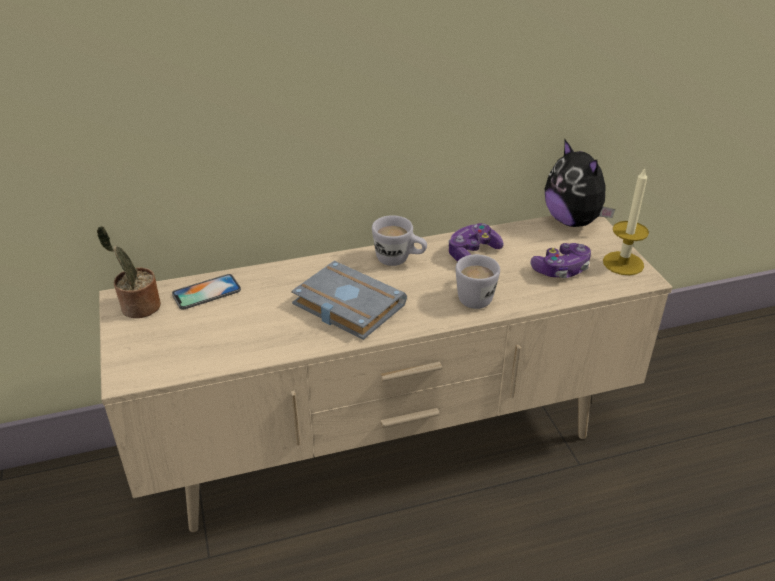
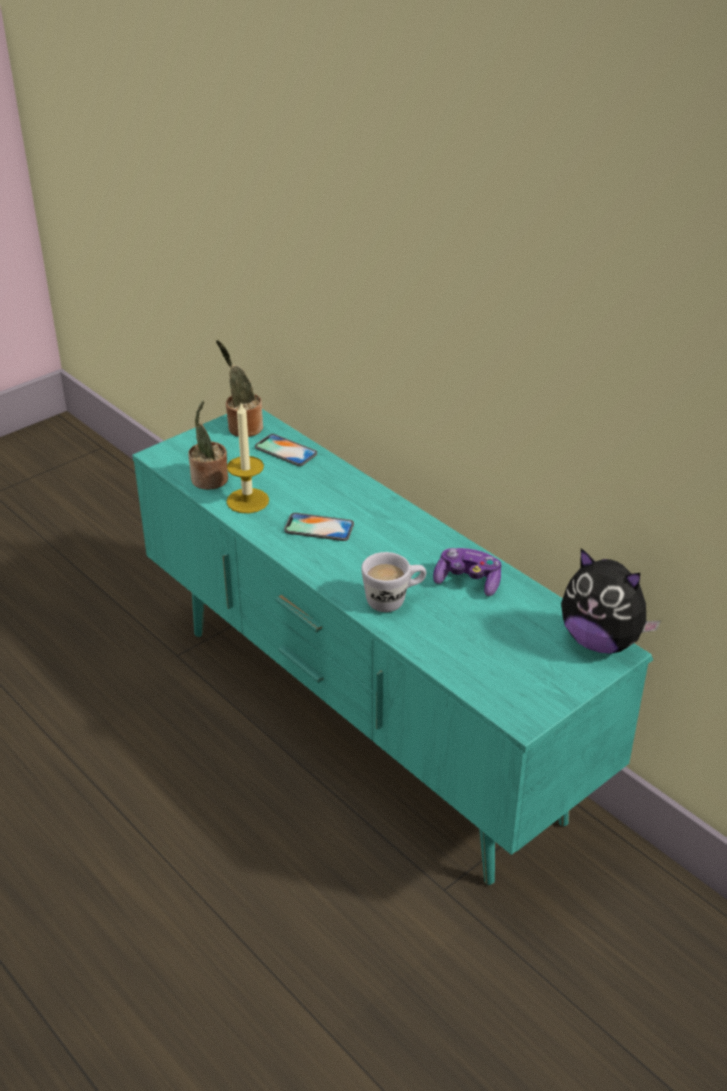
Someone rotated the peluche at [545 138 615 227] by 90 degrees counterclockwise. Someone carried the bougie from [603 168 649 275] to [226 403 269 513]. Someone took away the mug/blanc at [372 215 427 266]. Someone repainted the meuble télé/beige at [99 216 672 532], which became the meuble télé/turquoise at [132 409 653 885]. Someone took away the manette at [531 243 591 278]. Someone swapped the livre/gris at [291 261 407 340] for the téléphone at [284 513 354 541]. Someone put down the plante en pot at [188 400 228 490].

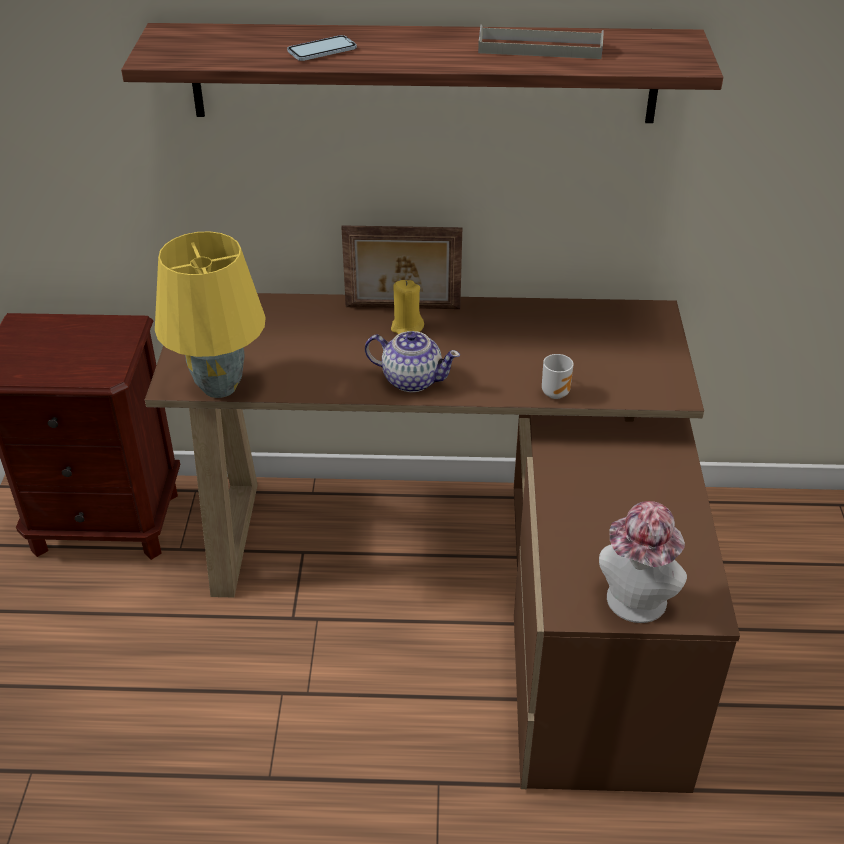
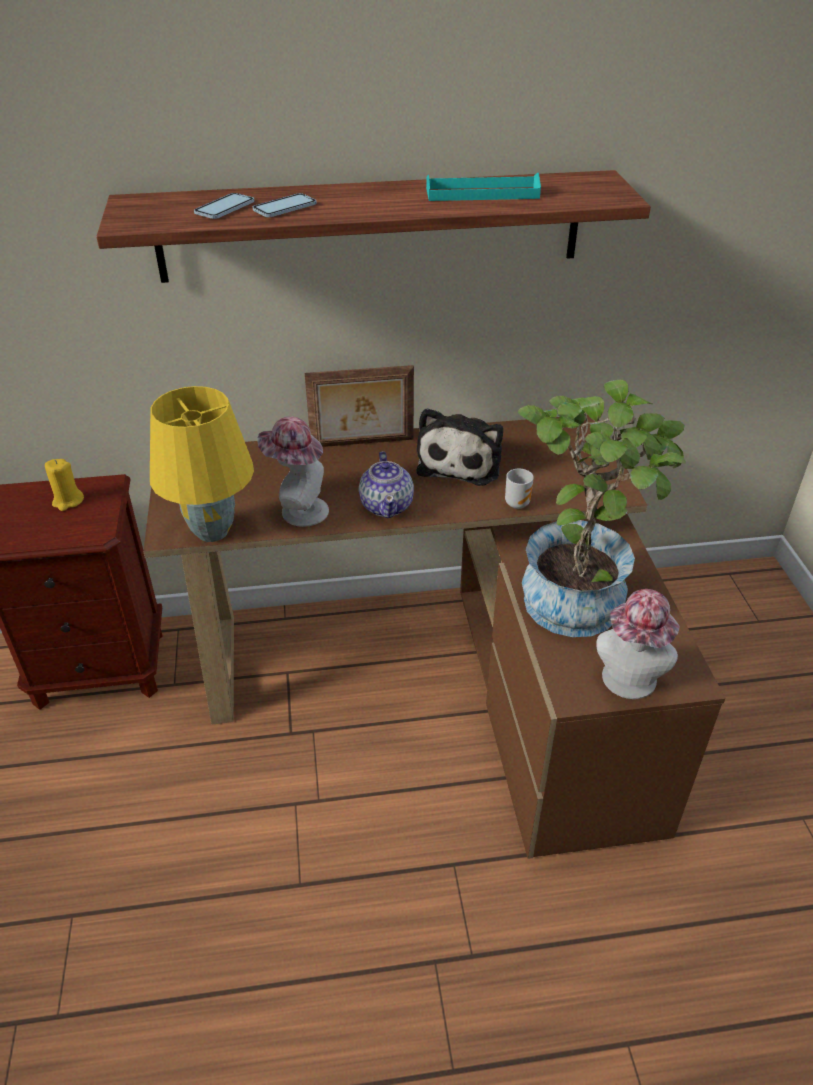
Someone repainted the plateau/gris at [478 25 604 59], which became the plateau/turquoise at [426 173 541 201]. Someone carried the bougie/jaune from [391 280 424 334] to [45 459 84 511]. Someone rotated the théière at [365 331 460 392] by 75 degrees clockwise. Someone put down the téléphone at [194 193 254 219]. Someone put down the plante en pot at [518 380 686 637]. Someone put down the peluche at [417 408 503 486]. Someone put down the chapeau at [257 416 329 527].

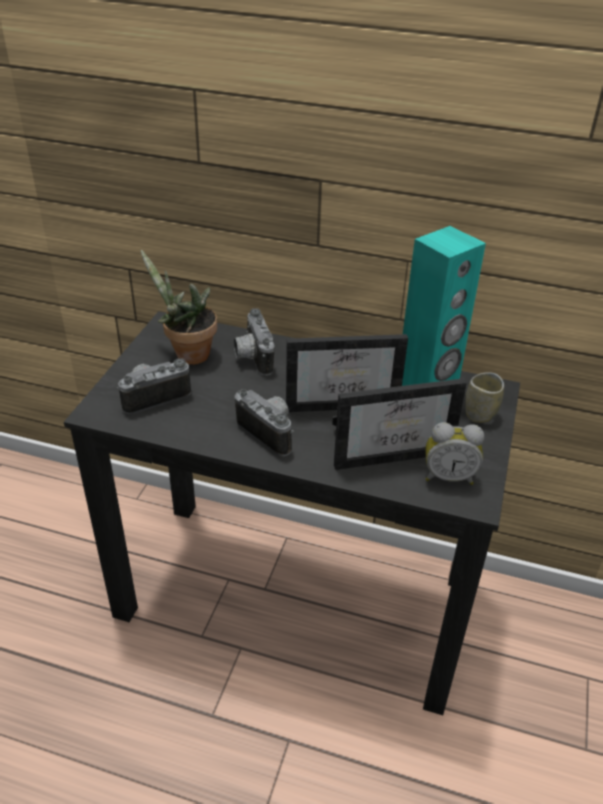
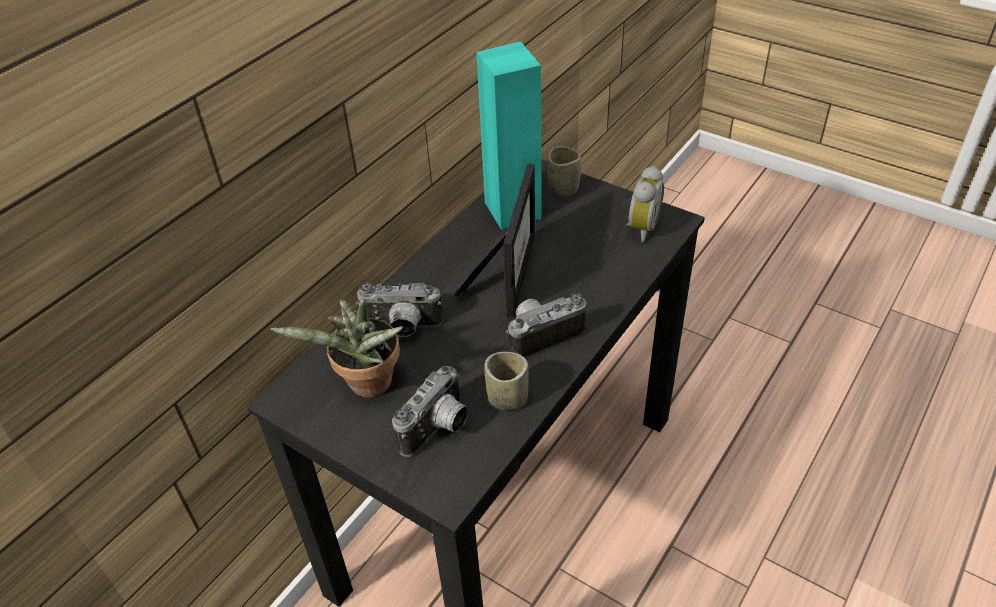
Someone rotated the appareil photo at [117 358 191 414] by 135 degrees counterclockwise. Someone took away the cadre photo at [332 378 467 470]. Someone put down the tasse at [484 352 529 410].

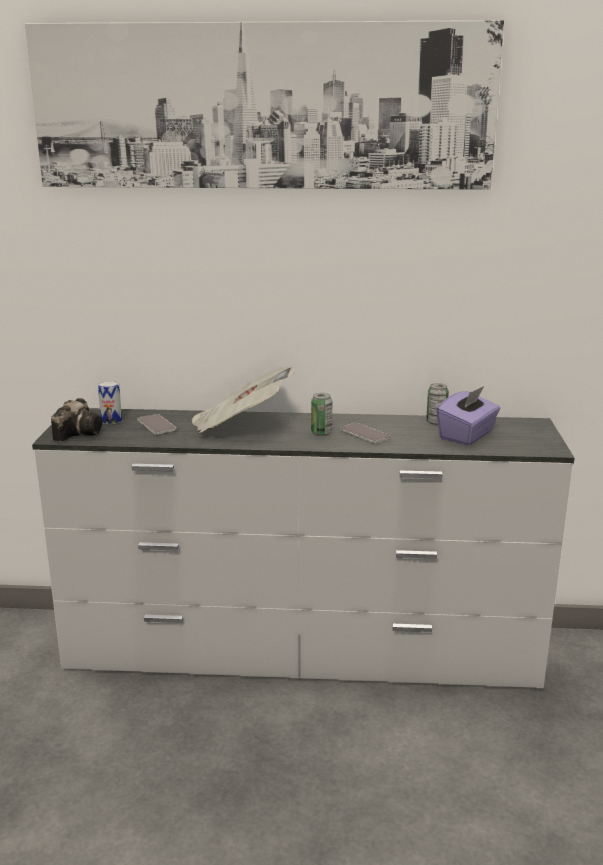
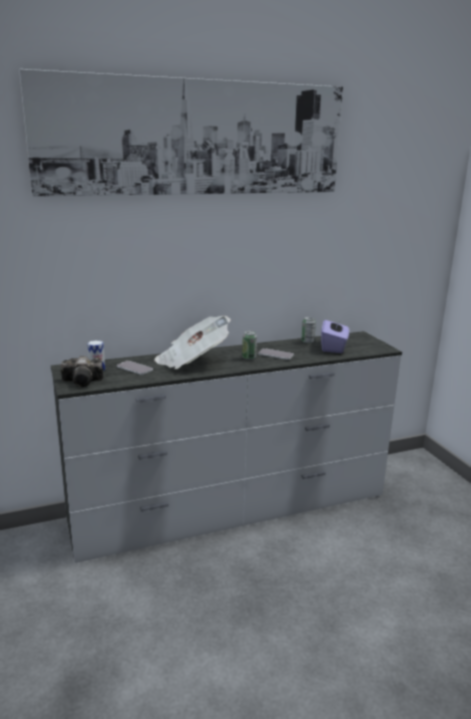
Someone rotated the appareil photo at [51 398 102 442] by 90 degrees clockwise.

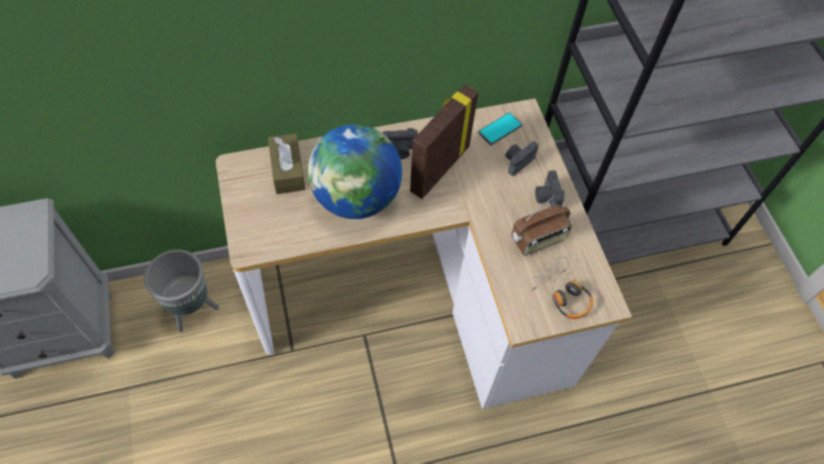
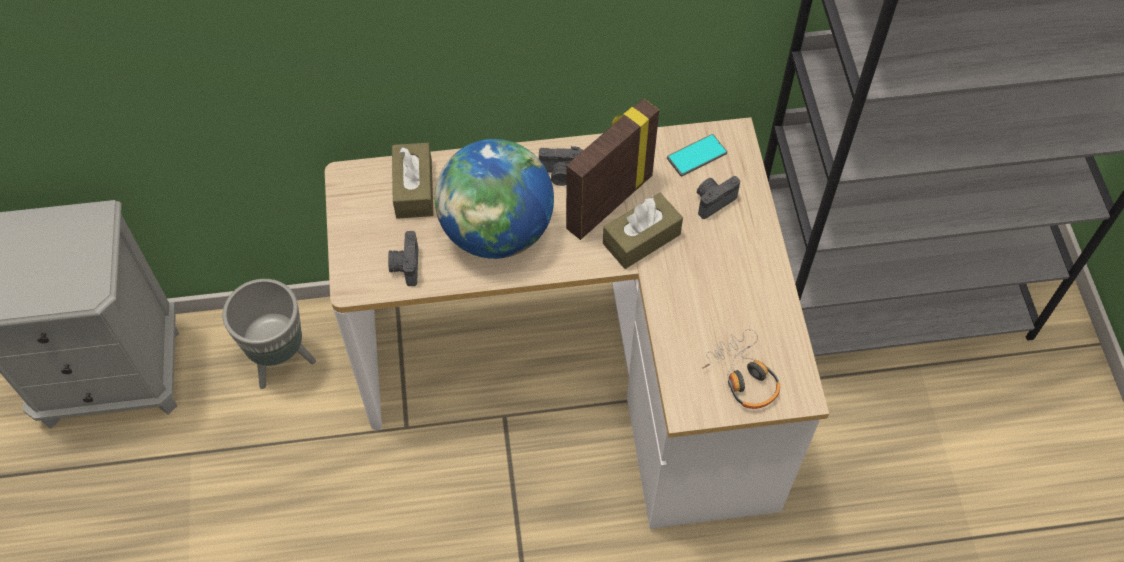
Someone carried the appareil photo from [535 170 565 207] to [388 231 418 286]. Someone took away the radio at [511 196 572 256]. Someone put down the boîte à mouchoirs/marron at [603 193 683 269].

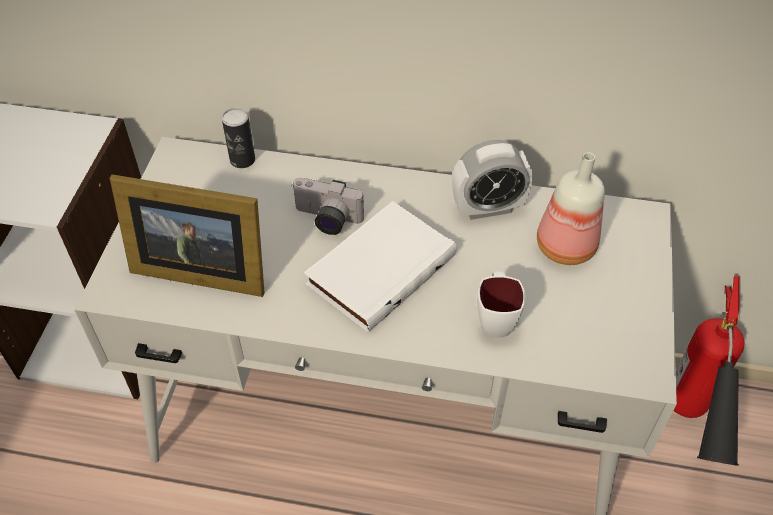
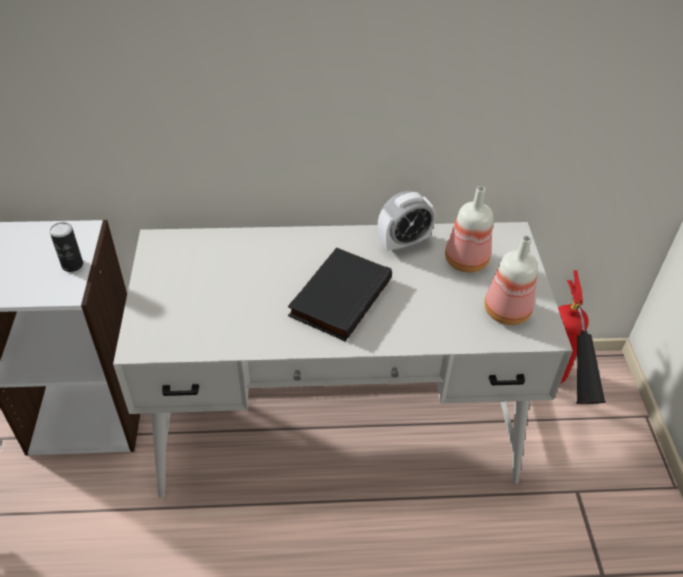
Someone carried the boîte métallique from [222 108 255 168] to [50 222 83 272]. Someone took away the cadre photo at [110 174 265 297]. Someone took away the appareil photo at [291 178 364 235]. Someone repainted the livre/blanc at [304 201 457 333], which became the livre/noir at [288 247 392 341]. Someone took away the mug/blanc at [477 271 526 338]. Someone put down the bouteille at [485 236 538 325].

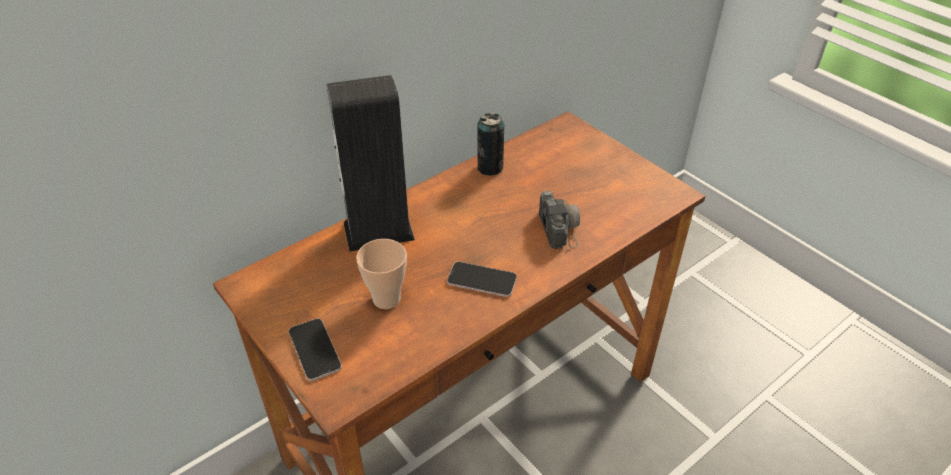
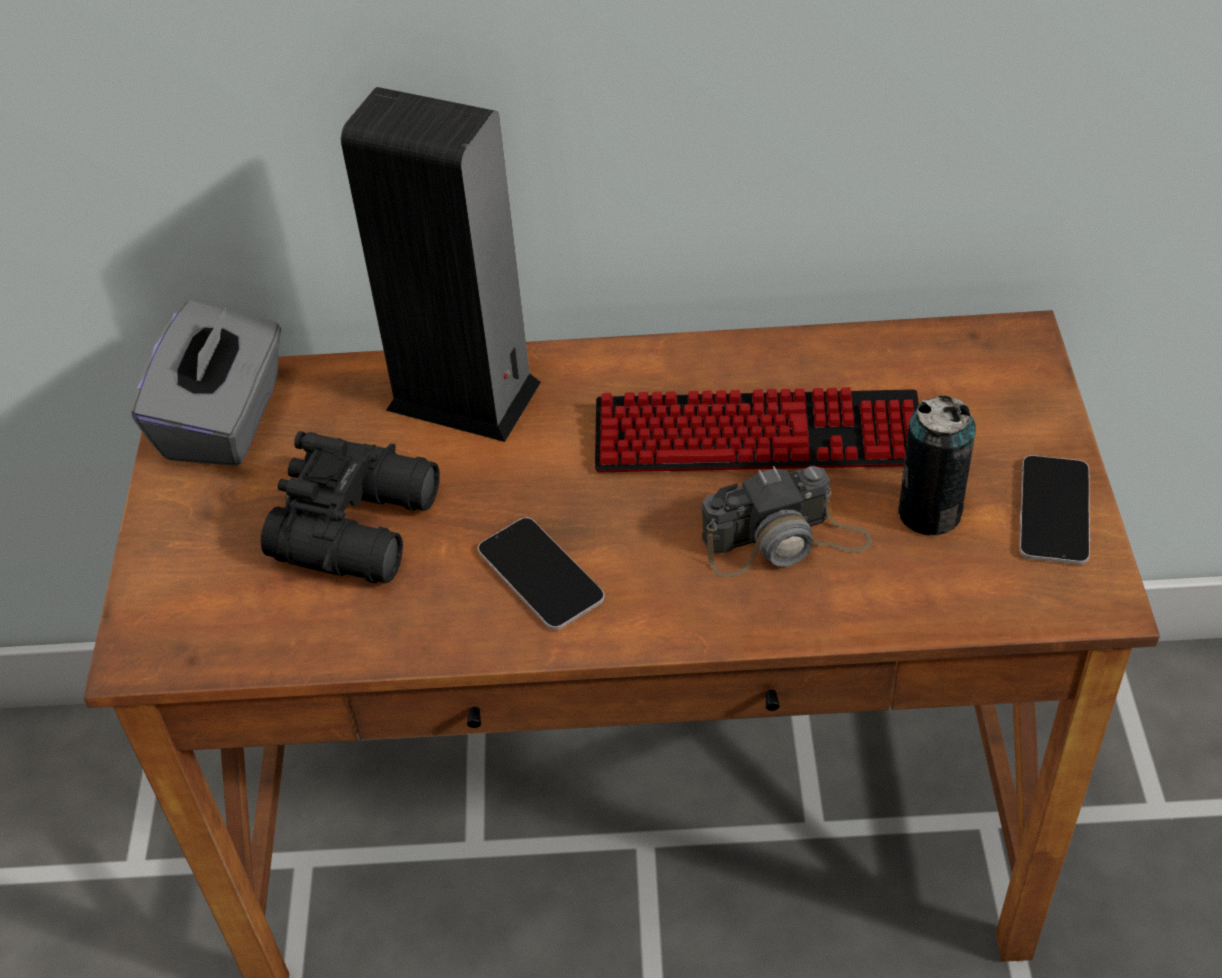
Someone carried the boîte métallique from [477 113 505 176] to [898 395 976 536]. Someone rotated the appareil photo at [538 190 580 249] by 45 degrees clockwise. Someone swapped the tasse at [356 239 407 309] for the jumelles/noir at [261 431 440 583]. Someone carried the téléphone from [289 318 342 381] to [1019 455 1090 565]. Someone put down the boîte à mouchoirs/gris at [132 301 281 466]. Someone put down the clavier at [595 387 919 472].

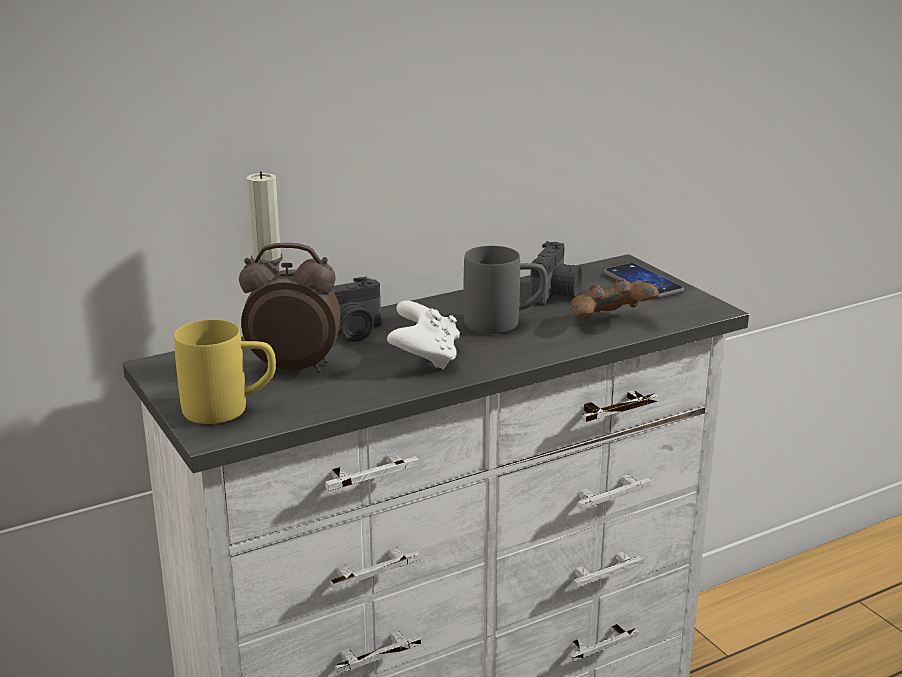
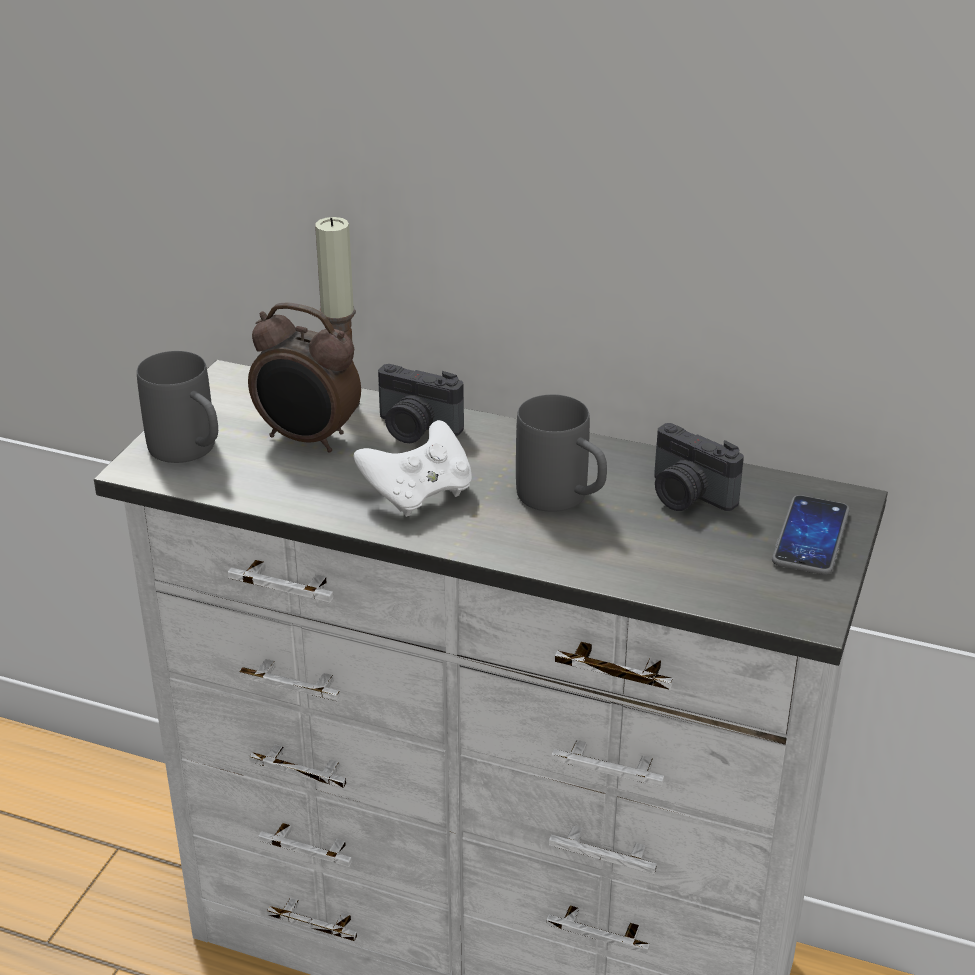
Someone rotated the appareil photo at [530 241 582 305] by 60 degrees clockwise. Someone rotated the réveil at [239 243 341 373] by 150 degrees clockwise. Someone took away the manette/marron at [571 278 659 318]. Someone repainted the mug/jaune at [174 319 276 424], which became the mug/gris at [137 351 218 463].

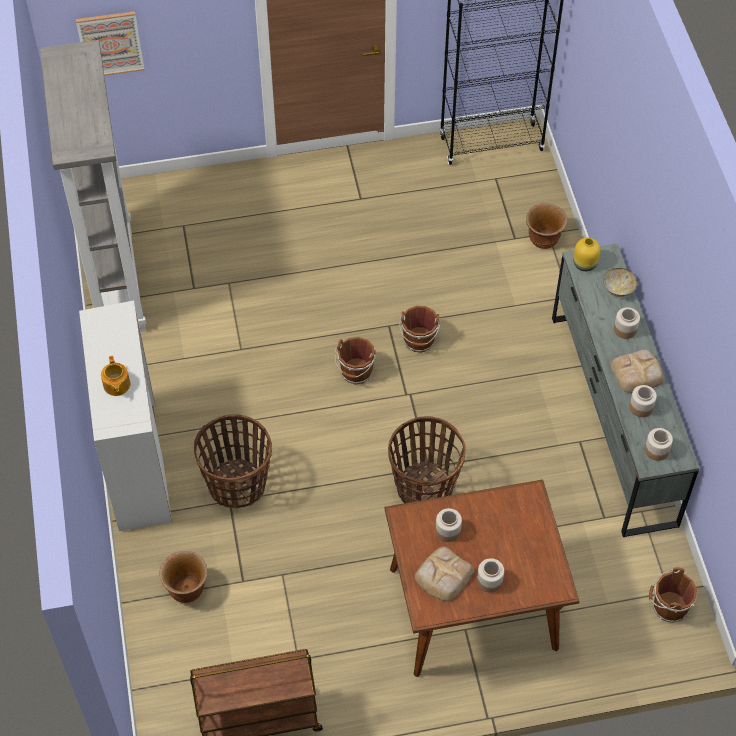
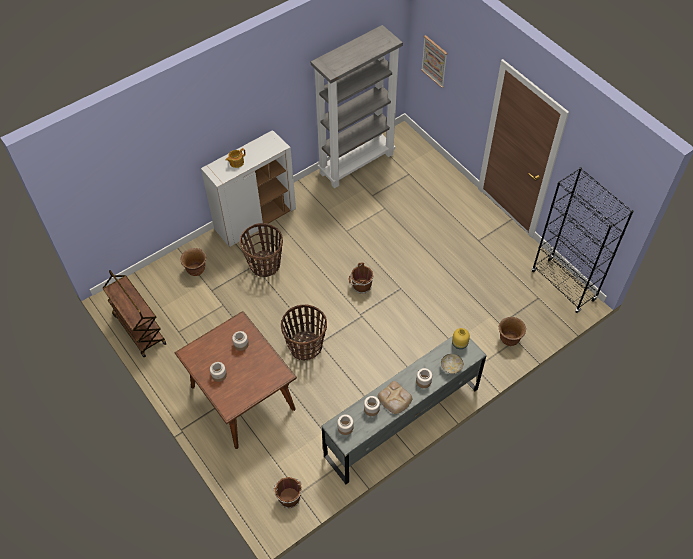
Someone took away the seau/marron at [399 306 441 352]. Someone took away the pain at [415 547 474 601].

